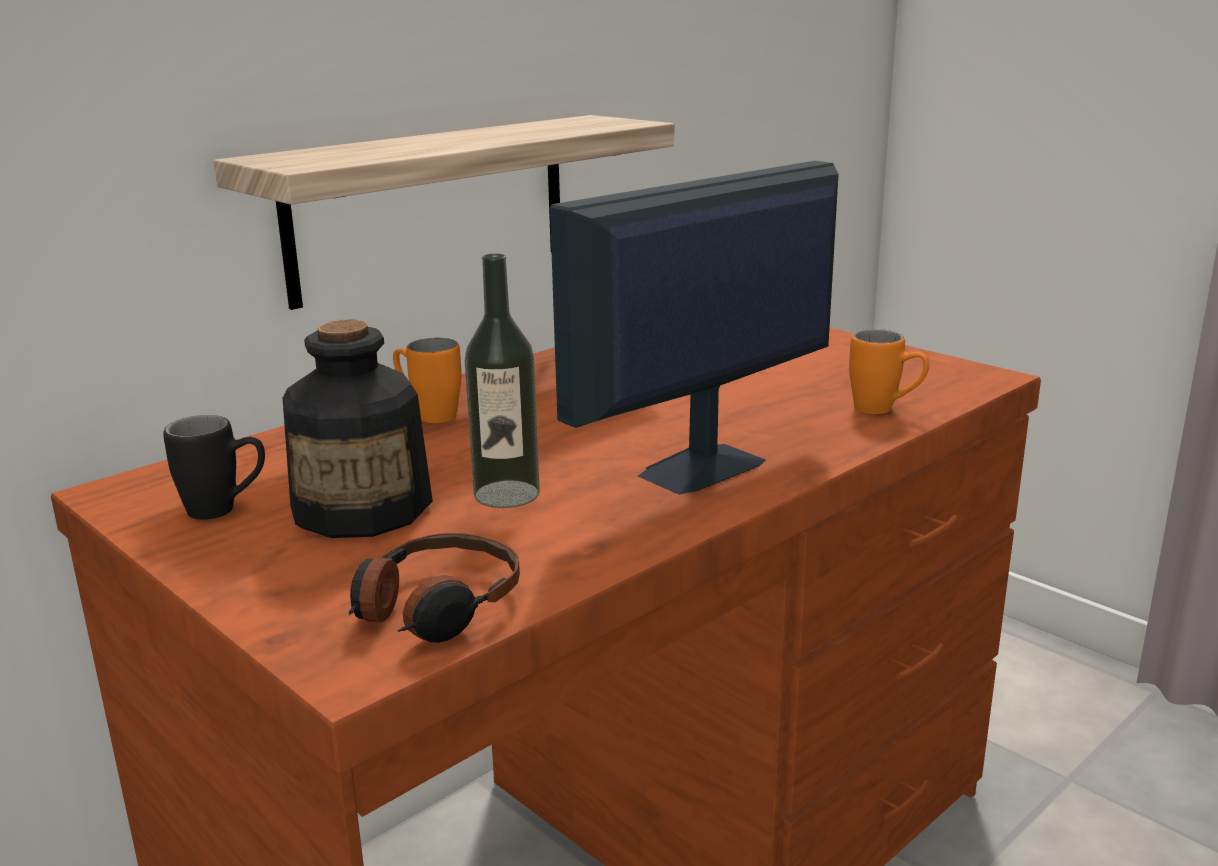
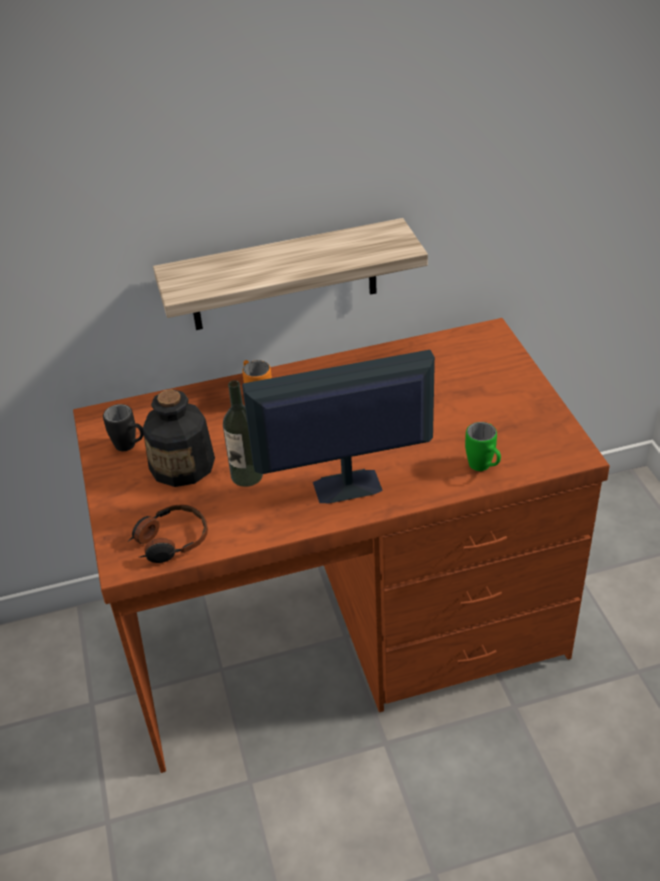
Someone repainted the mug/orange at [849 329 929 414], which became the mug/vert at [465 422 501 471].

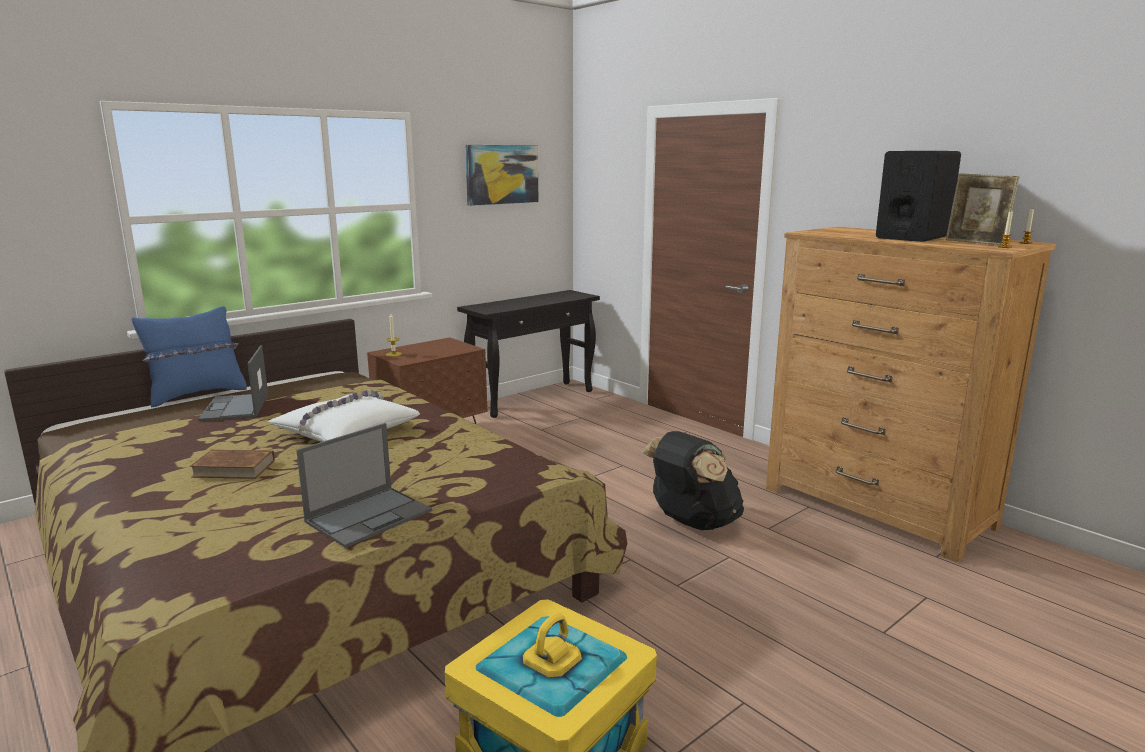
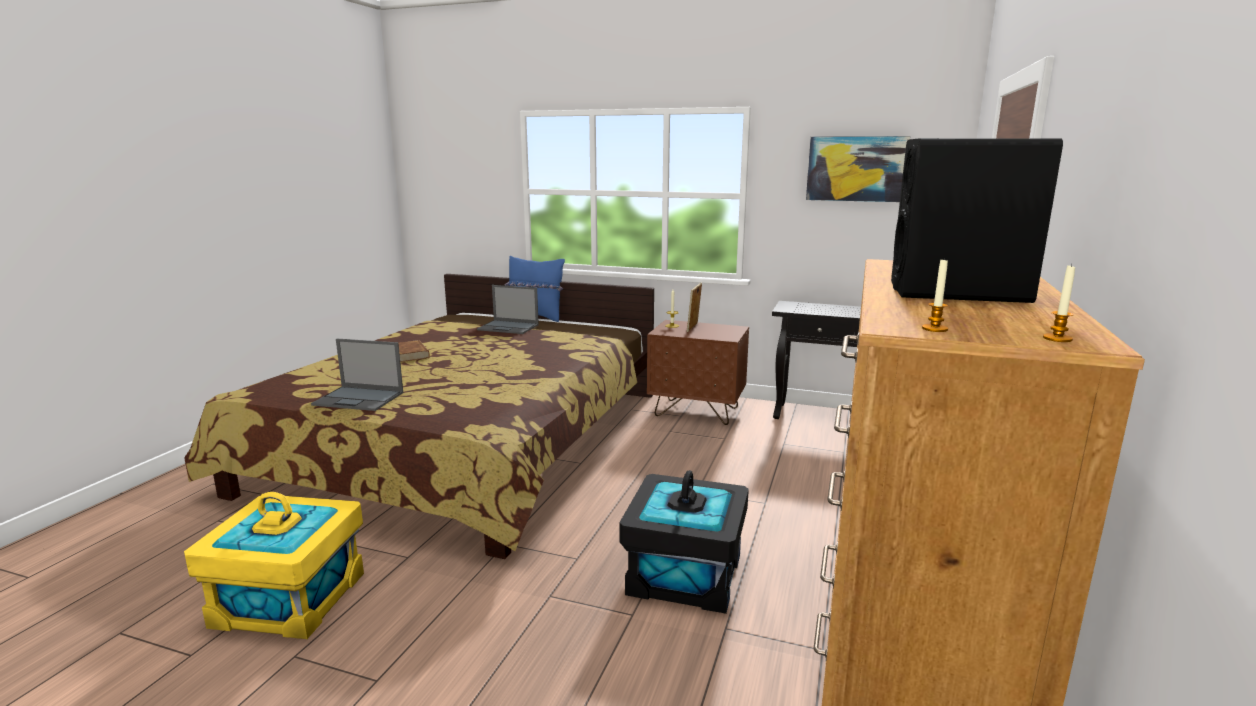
Someone carried the cadre photo from [946 173 1020 246] to [687 283 702 332]. Someone rotated the ordinateur portable at [198 345 268 421] by 120 degrees counterclockwise. Someone took away the coussin/blanc at [268 389 420 442]. Someone swapped the sac à dos/noir at [641 431 744 530] for the boîte de rangement/noir at [619 470 749 614].

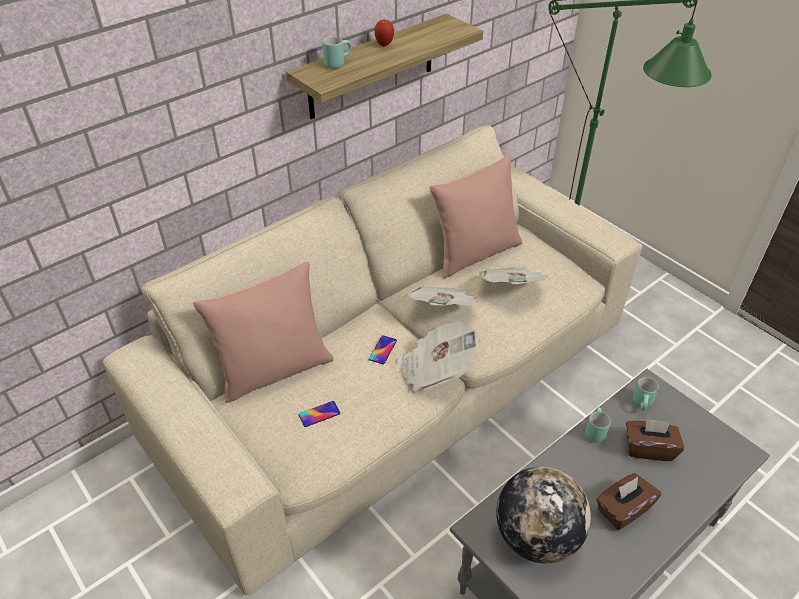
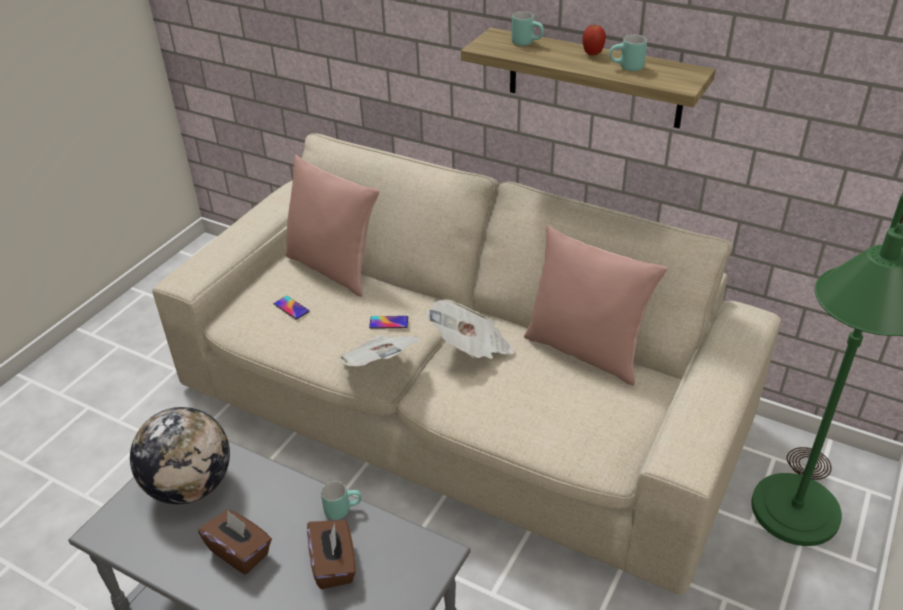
Someone took away the journal at [481 265 548 284]. Someone carried the mug/turquoise from [633 377 659 411] to [609 35 647 71].

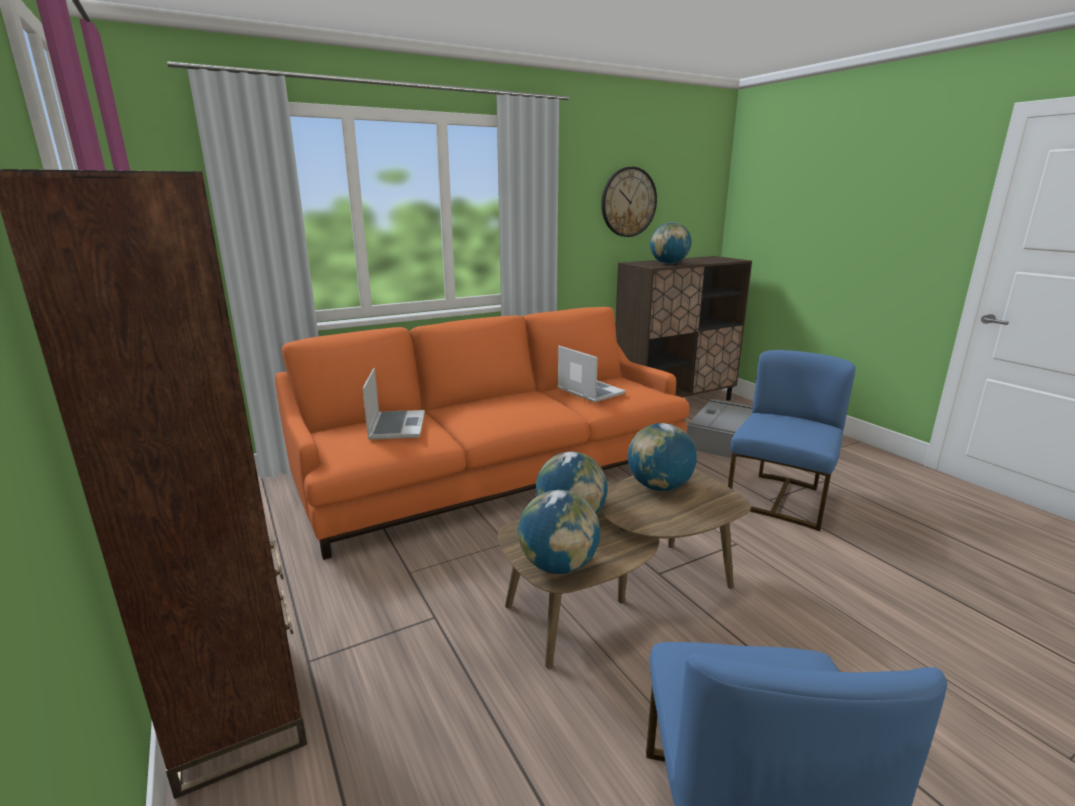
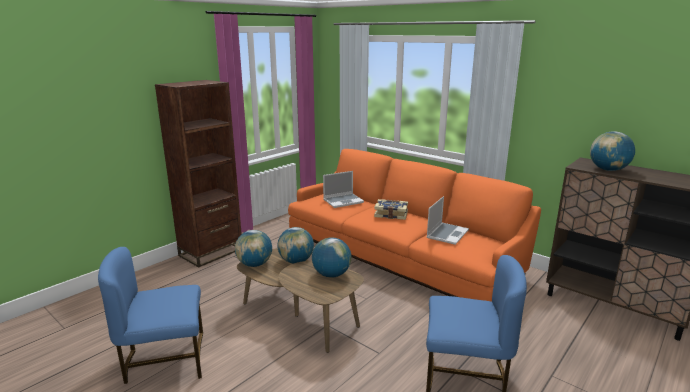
Someone took away the horloge murale at [601 167 657 237]. Someone took away the boîte de rangement/gris at [687 399 753 458]. Someone put down the livre at [374 199 408 220].

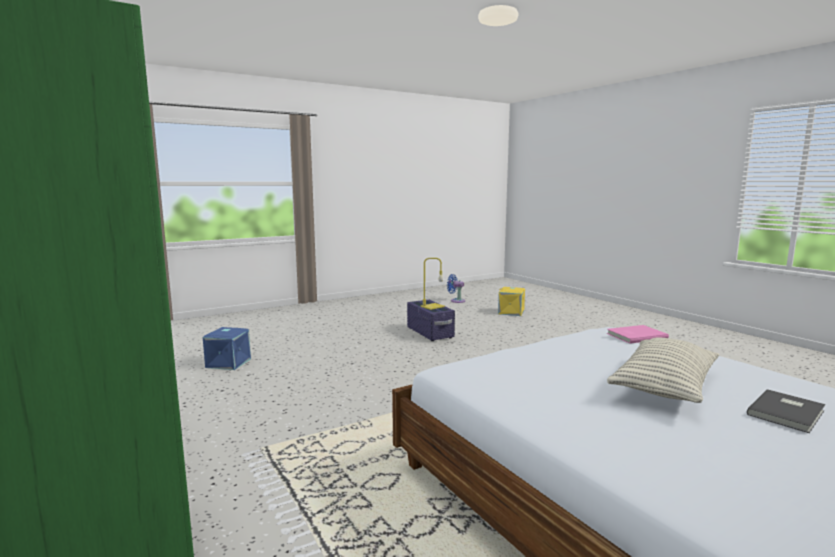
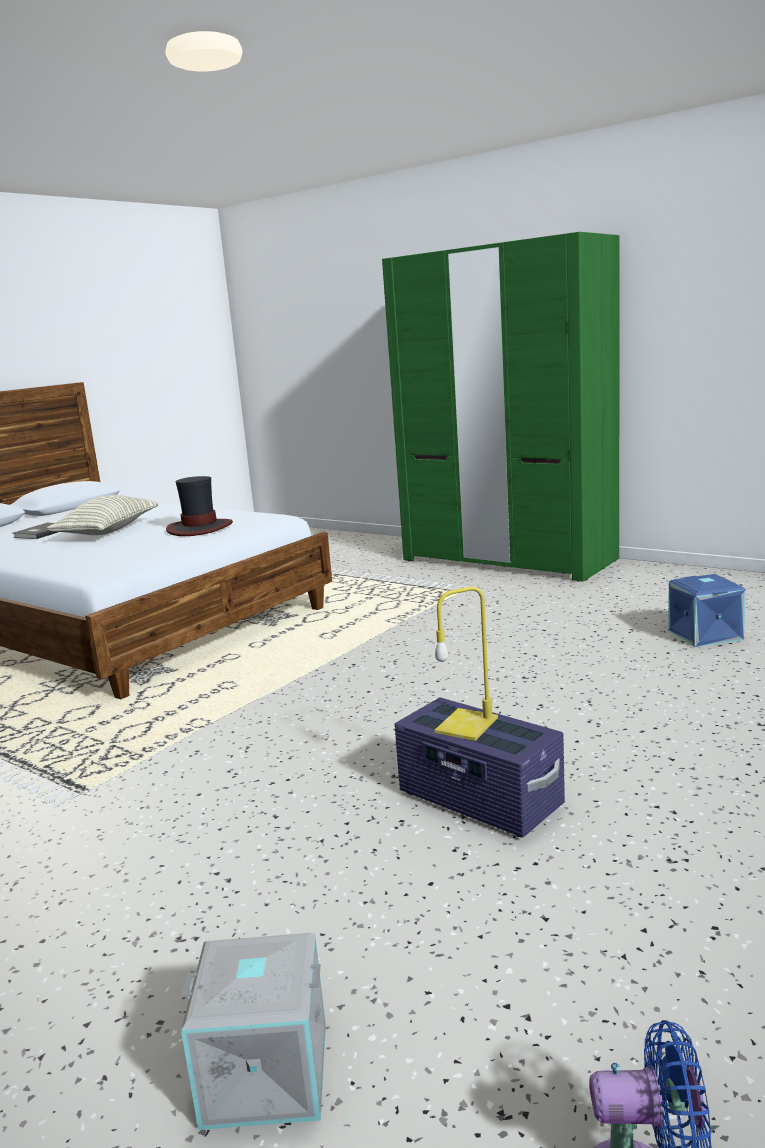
Someone repainted the boîte de rangement/jaune at [498 287 526 316], which became the boîte de rangement/gris at [181 933 326 1130]. Someone took away the livre/rose at [607 325 669 344]. Someone put down the chapeau at [166 476 233 536].

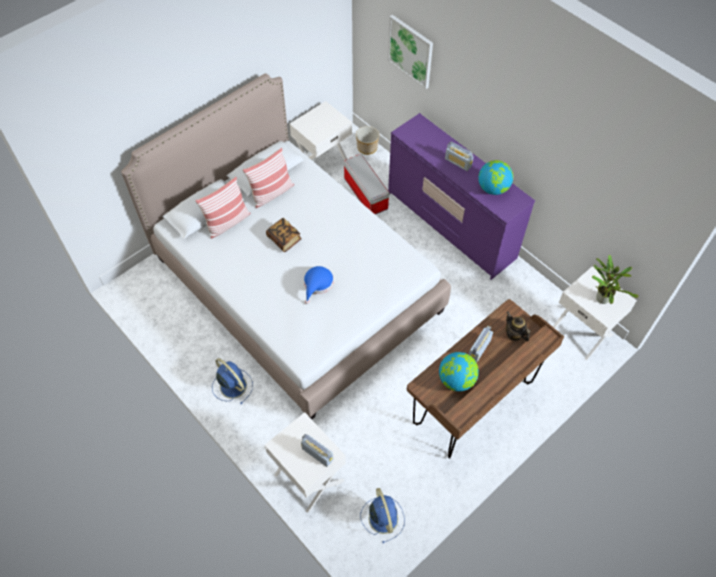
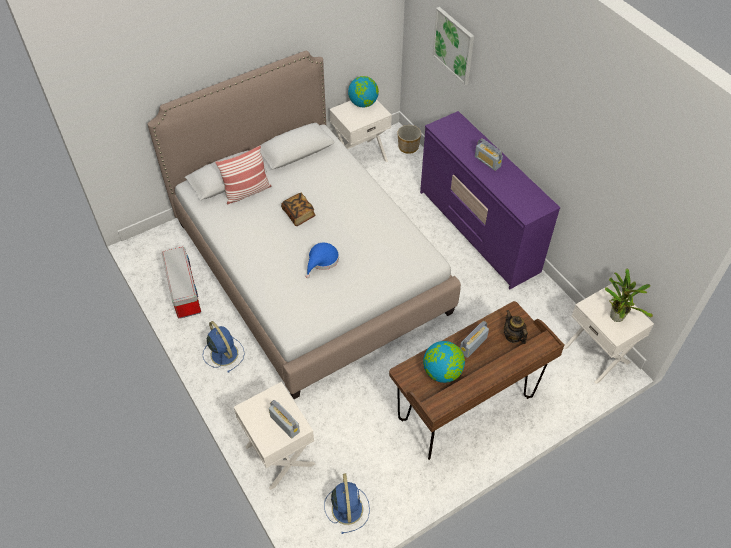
Someone took away the coussin at [243 148 294 208]. Someone carried the boîte de rangement from [344 154 389 215] to [162 247 201 319]. Someone carried the globe from [478 160 513 195] to [348 76 379 107].

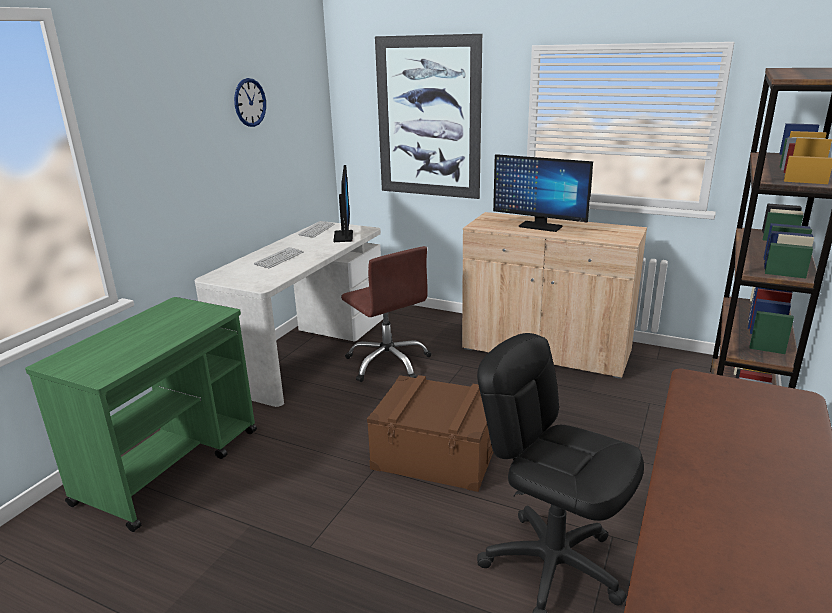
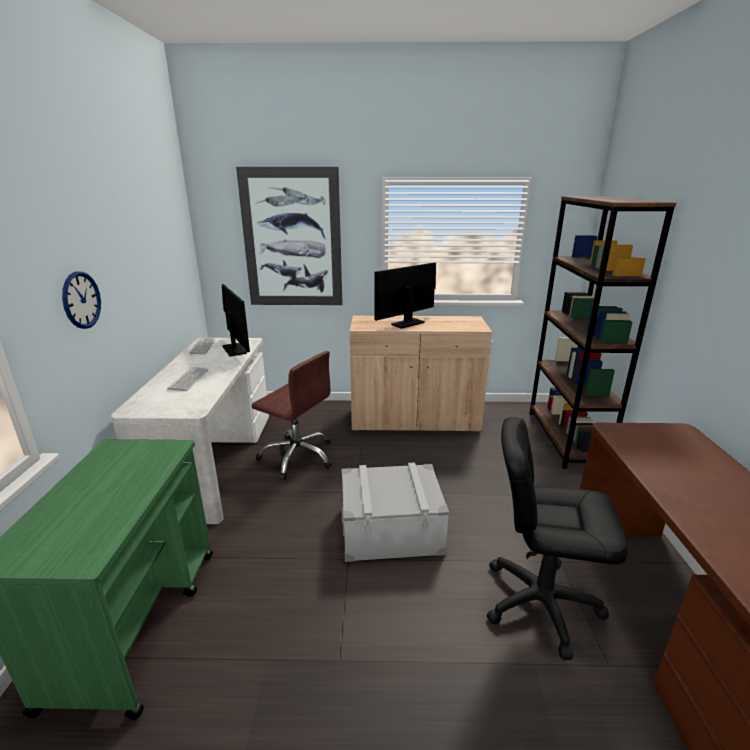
Someone carried the horloge murale from [234 78 266 127] to [62 271 101 329]. Someone rotated the écran d'ordinateur at [493 154 593 232] by 135 degrees clockwise. Someone repainted the boîte de rangement/marron at [367 375 493 492], which became the boîte de rangement/gris at [341 462 449 562].

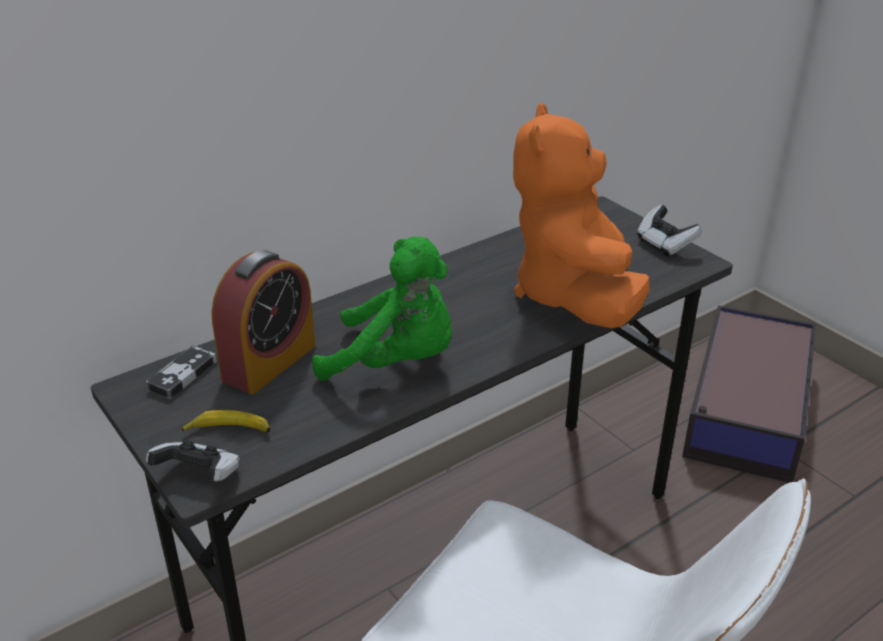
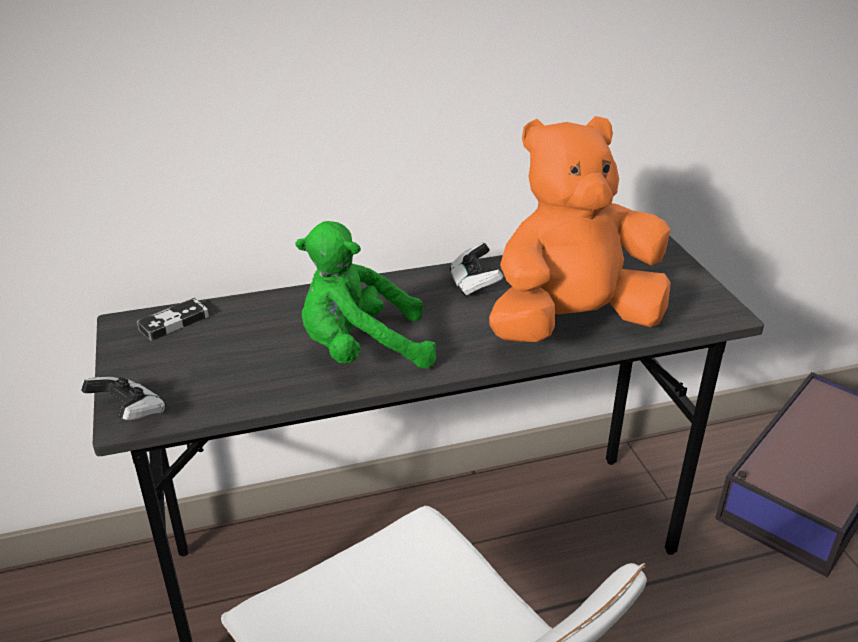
Someone rotated the peluche/orange at [513 102 650 328] by 45 degrees clockwise. Someone carried the manette from [637 205 702 257] to [450 242 504 297]. Someone rotated the peluche/vert at [312 237 452 381] by 135 degrees clockwise. Someone took away the réveil at [211 250 315 394]. Someone took away the banane at [181 410 270 432].

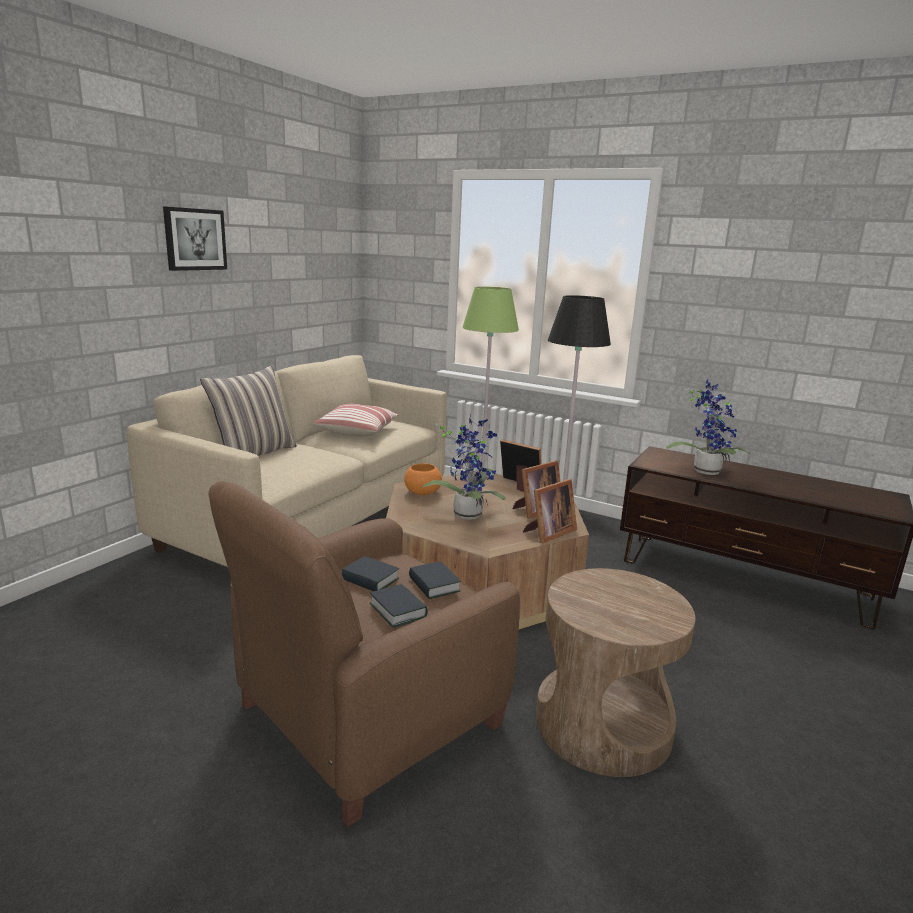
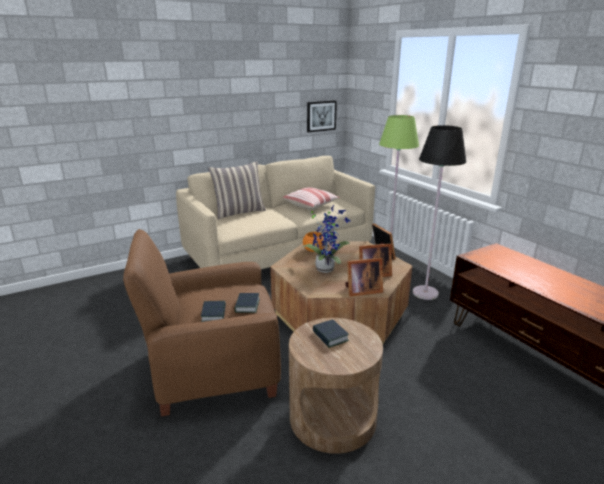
Someone carried the tableau from [163 206 227 271] to [307 100 337 132]. Someone took away the plante en pot at [666 379 751 475]. Someone carried the livre from [341 556 399 591] to [313 319 349 348].

